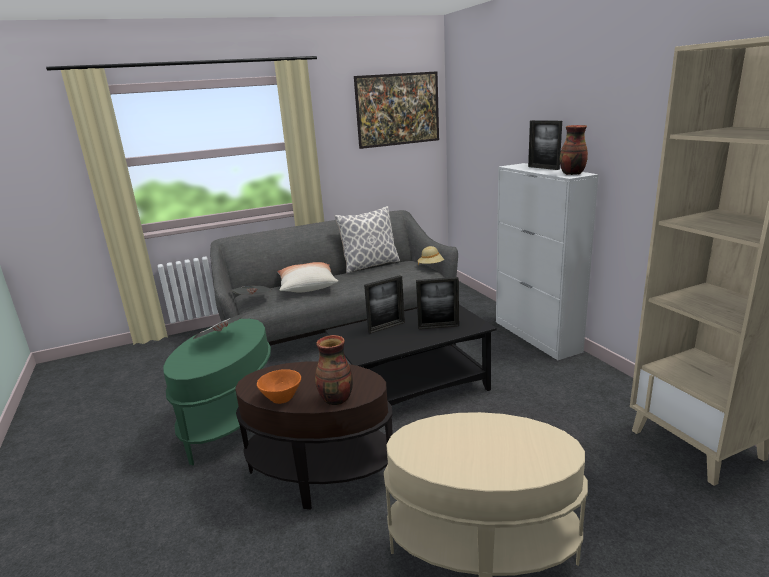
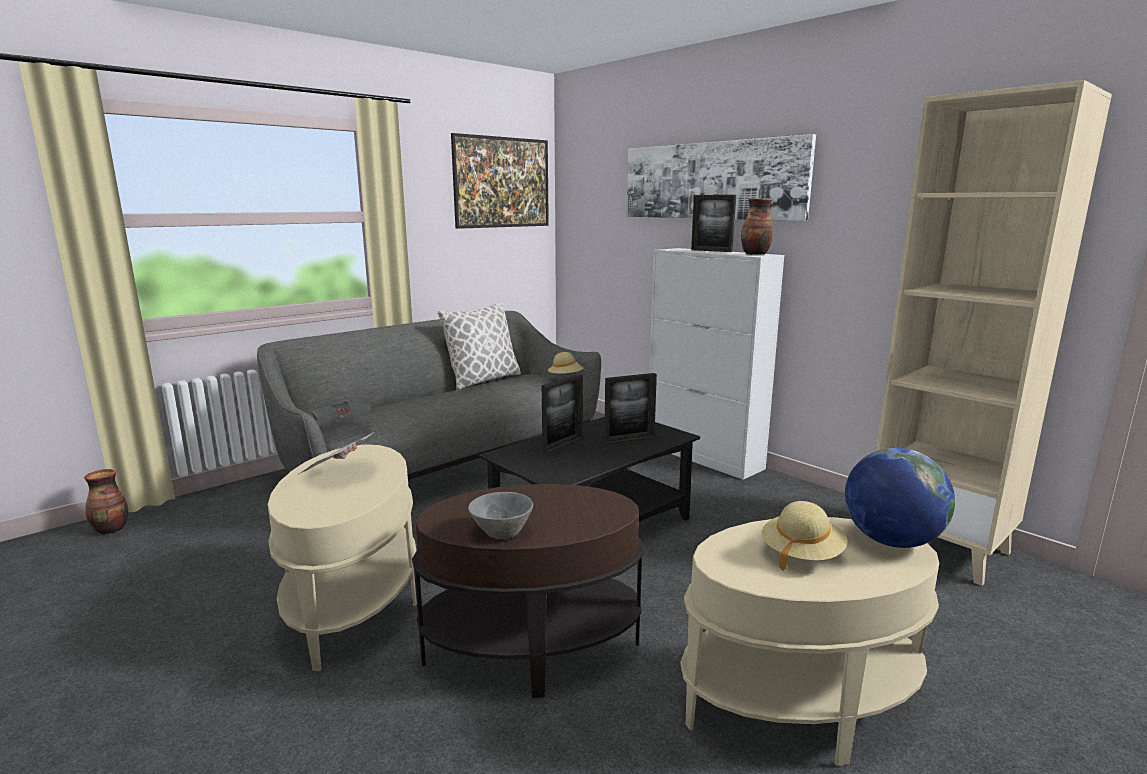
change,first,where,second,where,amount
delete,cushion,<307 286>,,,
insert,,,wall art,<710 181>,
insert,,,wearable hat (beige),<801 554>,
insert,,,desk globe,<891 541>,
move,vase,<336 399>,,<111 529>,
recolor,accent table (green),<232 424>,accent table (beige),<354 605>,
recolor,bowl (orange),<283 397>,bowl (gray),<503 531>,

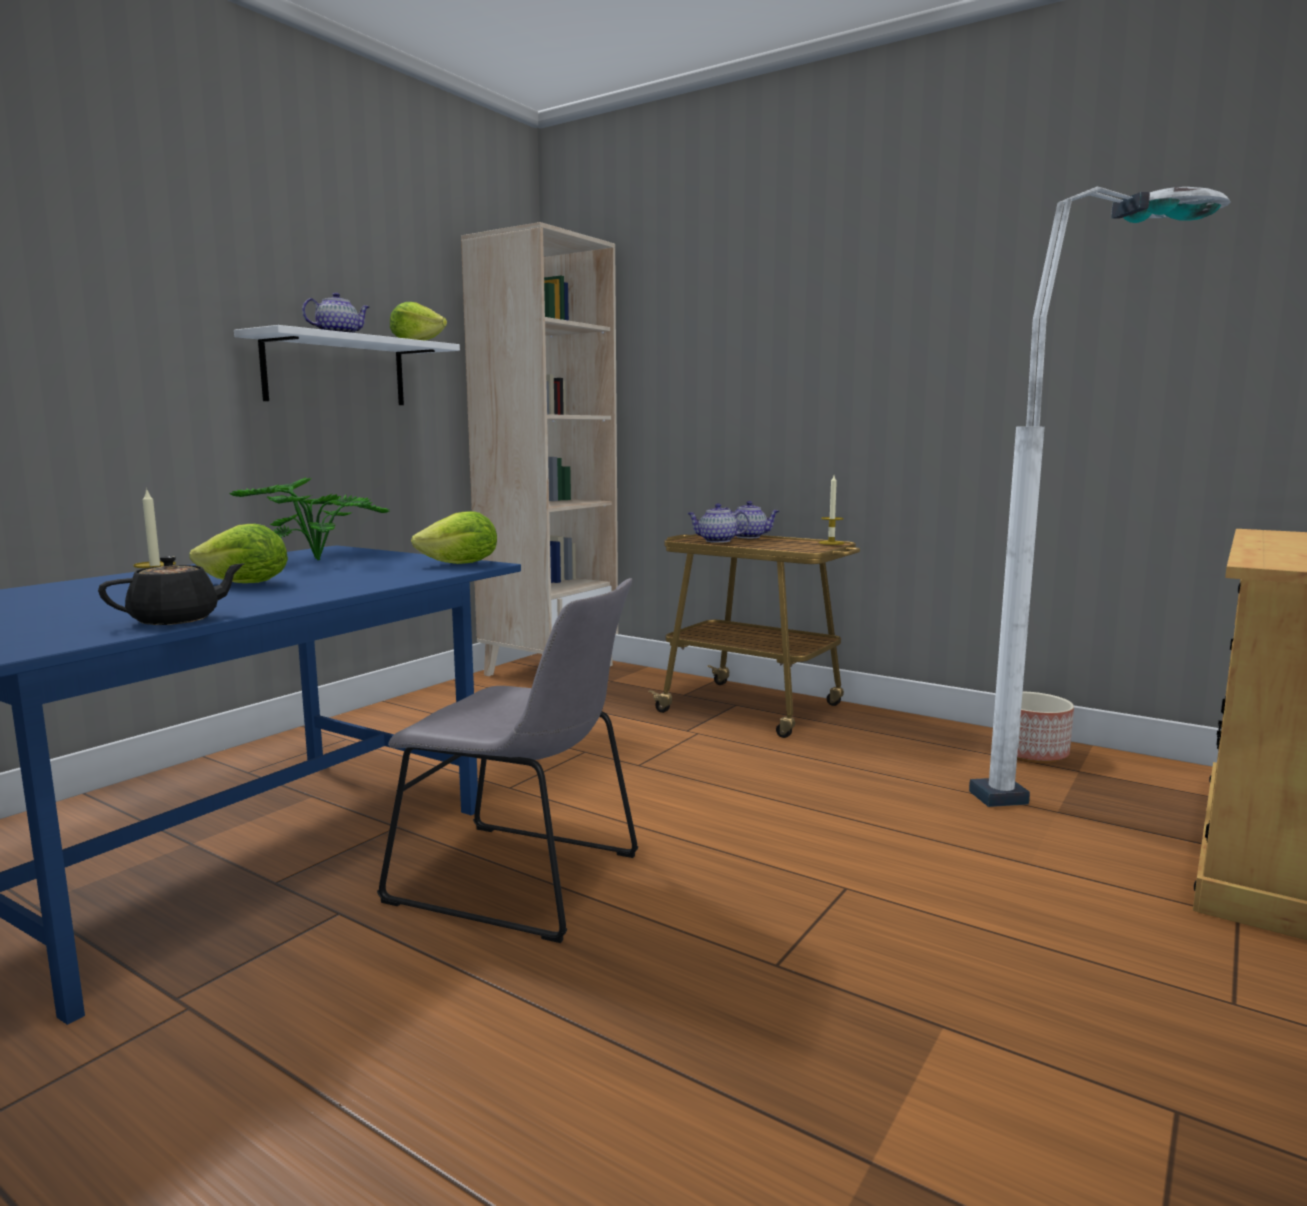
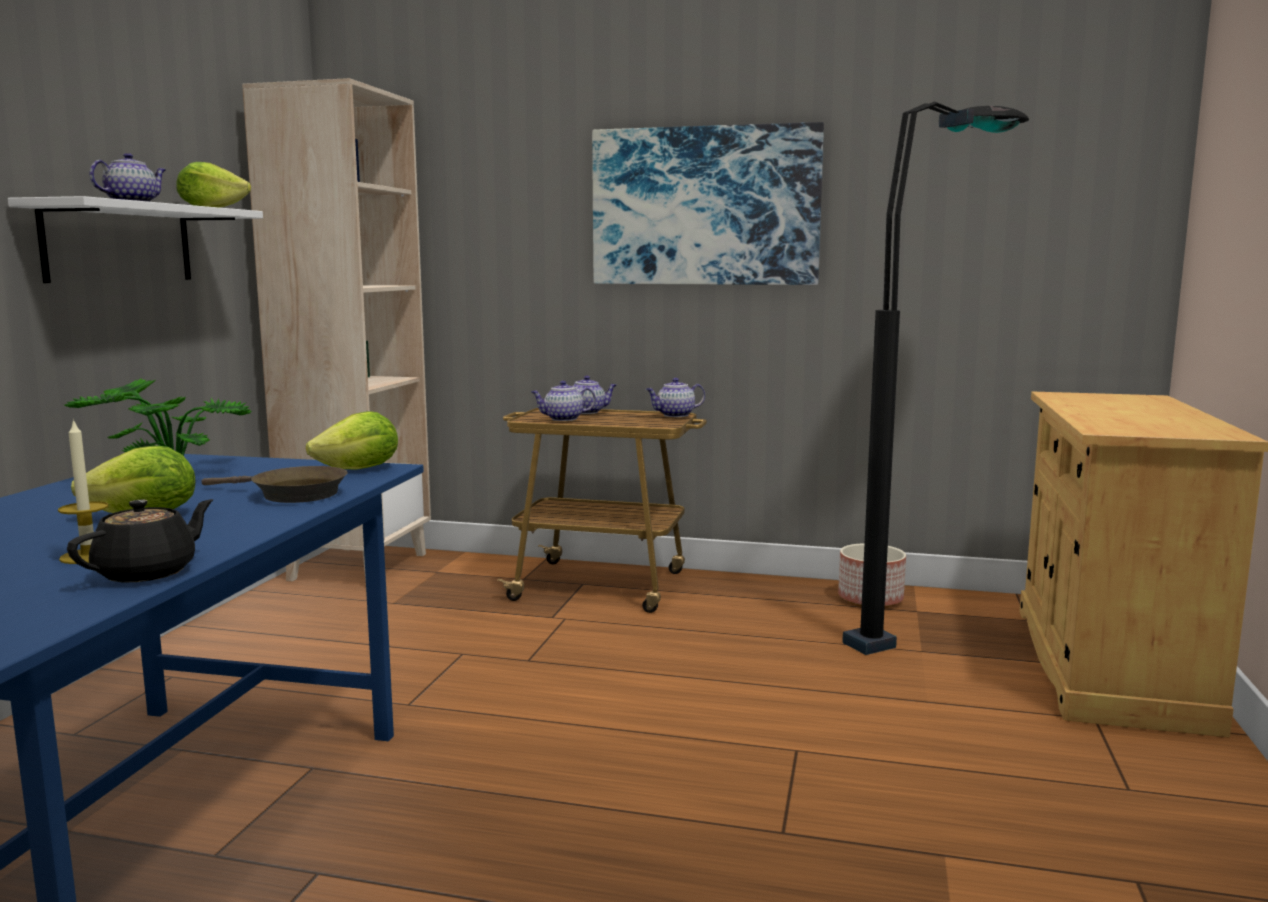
change,first,where,second,where,amount
delete,chair (gray),<525 880>,,,
insert,,,frying pan (brown),<292 494>,
insert,,,wall art,<705 206>,
replace,wax candle,<831 543>,tea pot,<675 415>,
recolor,standard lamp (white-coloured),<1079 793>,standard lamp (black),<928 631>,

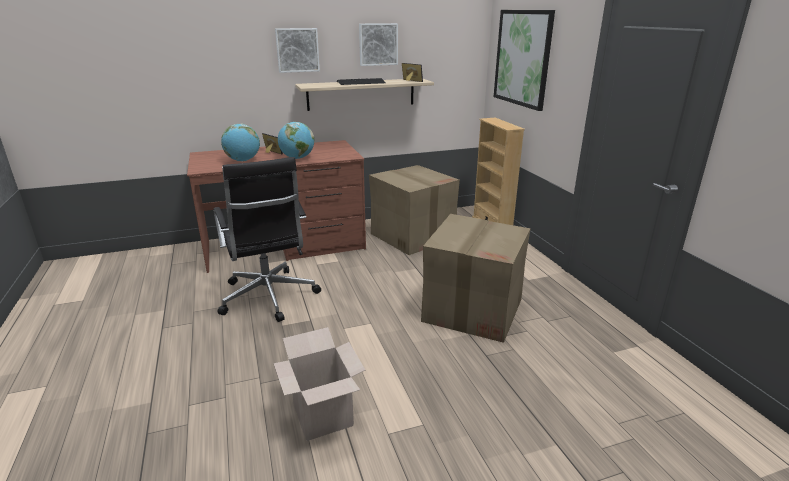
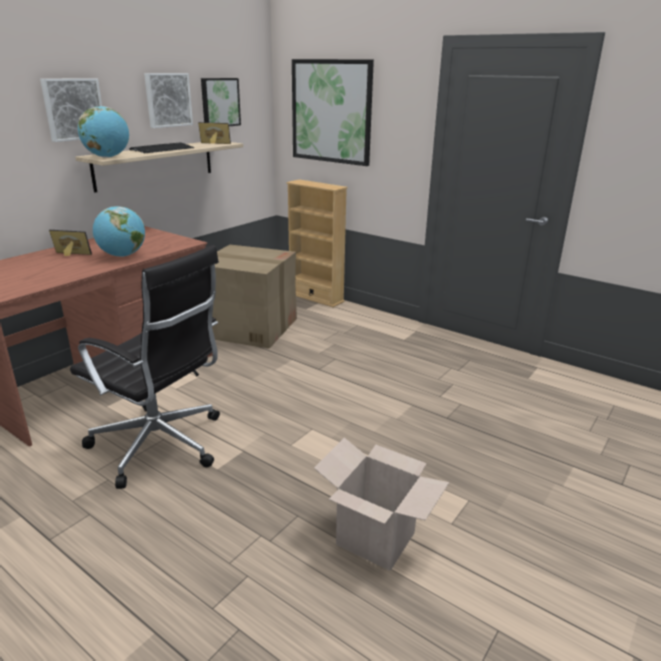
change,first,where,second,where,amount
delete,carton,<473 309>,,,
insert,,,wall art,<219 102>,
move,desk globe,<243 160>,,<108 157>,

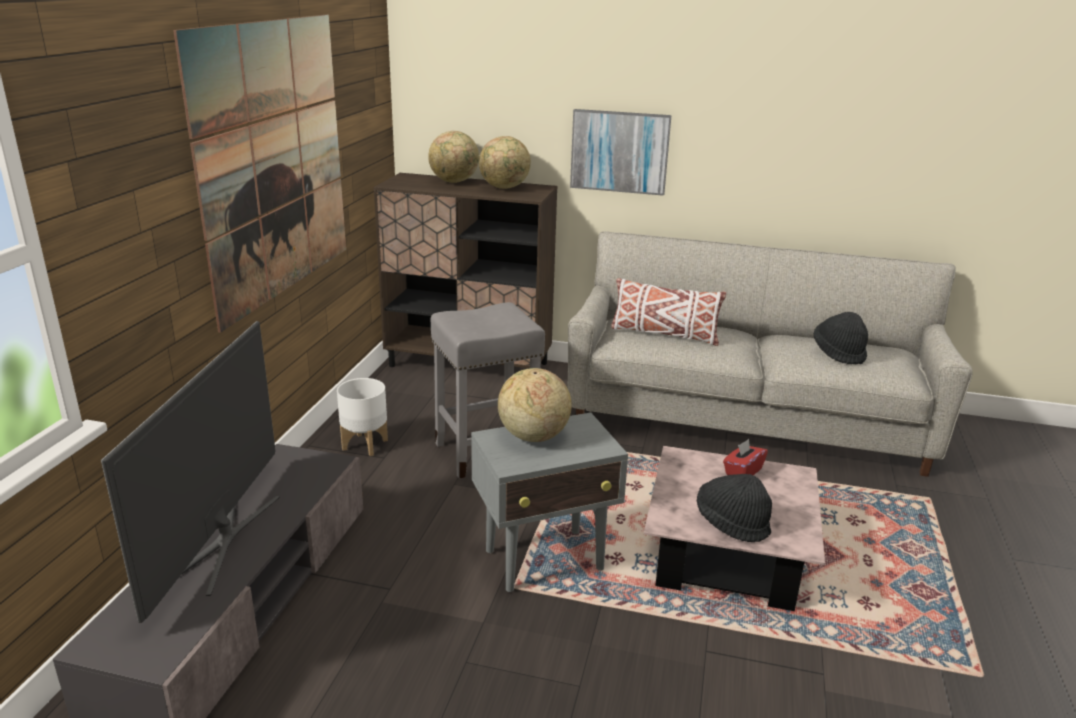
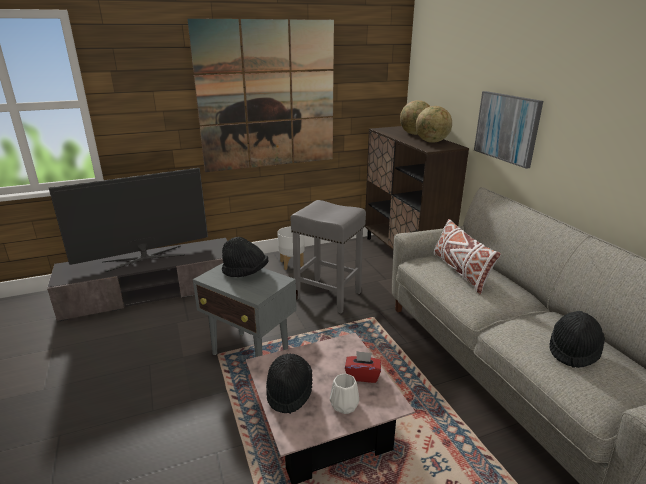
change,first,where,second,where,amount
insert,,,vase (white-coloured),<345 405>,
replace,desk globe,<533 436>,wearable hat (black),<245 273>,

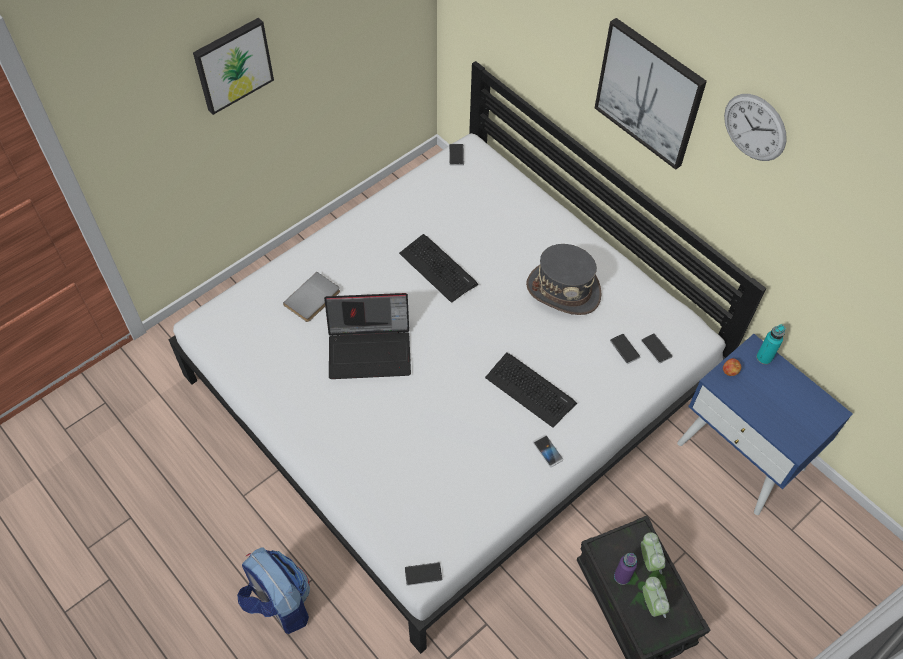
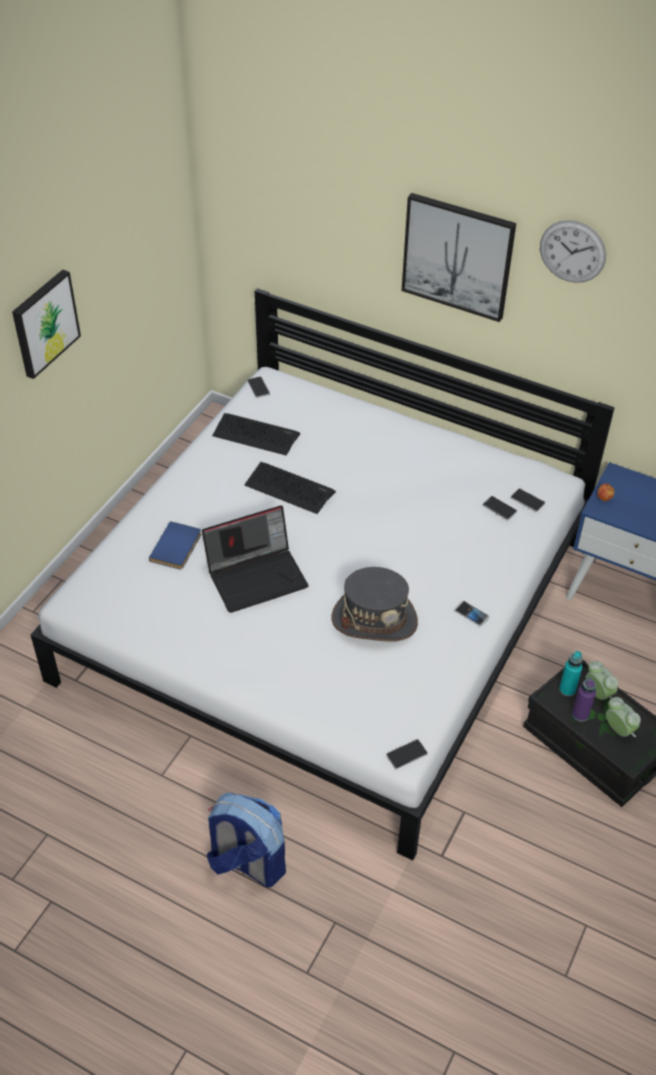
change,first,where,second,where,amount
move,PC keyboard,<530 390>,,<255 435>,
move,wearable hat (gray),<563 290>,,<374 620>,
move,beverage bottle (blue-green),<764 358>,,<567 689>,
recolor,bound book (gray),<313 299>,bound book (blue-coloured),<177 547>,

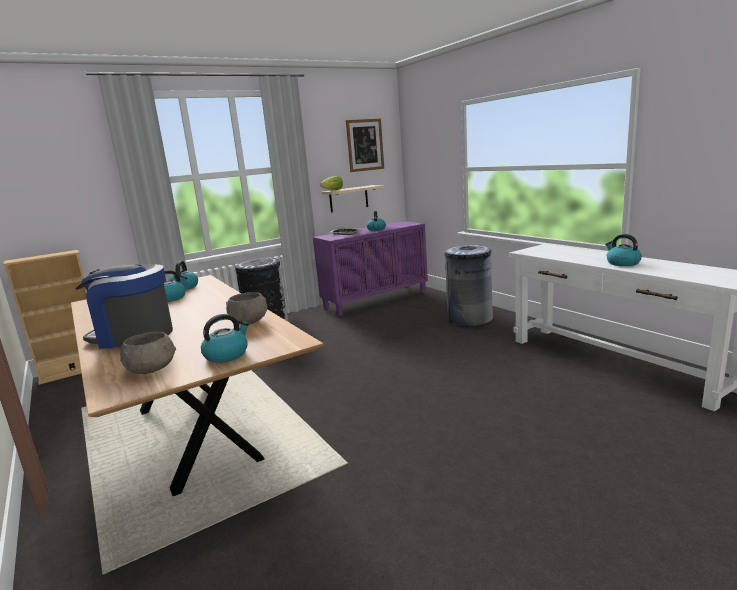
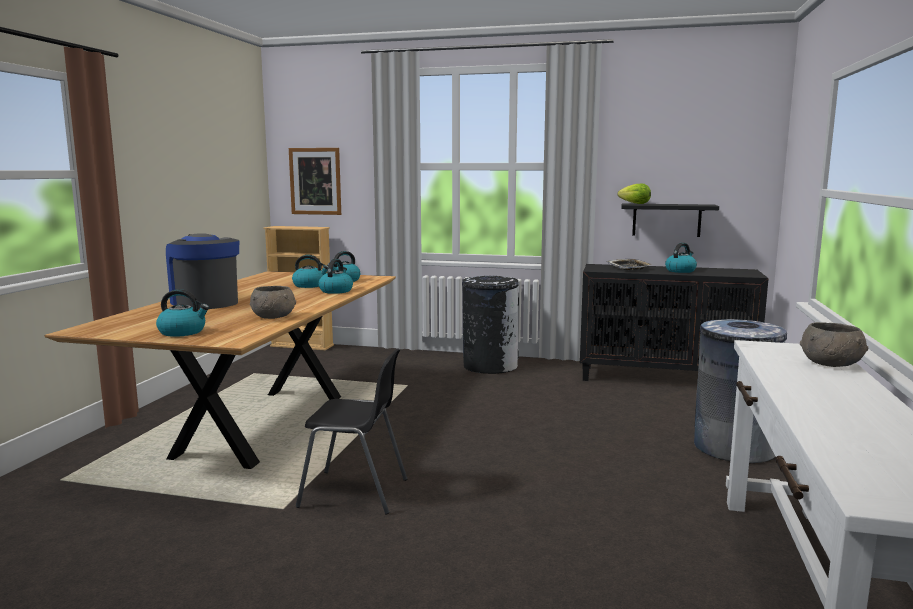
change,first,where,second,where,amount
insert,,,chair (black),<355 493>,
move,bowl (gray),<152 369>,,<831 364>,
move,wall art,<365 145>,,<315 181>,
move,kettle,<622 263>,,<336 291>,
recolor,cabinet (purple),<376 300>,cabinet (black),<665 379>,
recolor,shelf (beige),<348 198>,shelf (black),<666 220>,

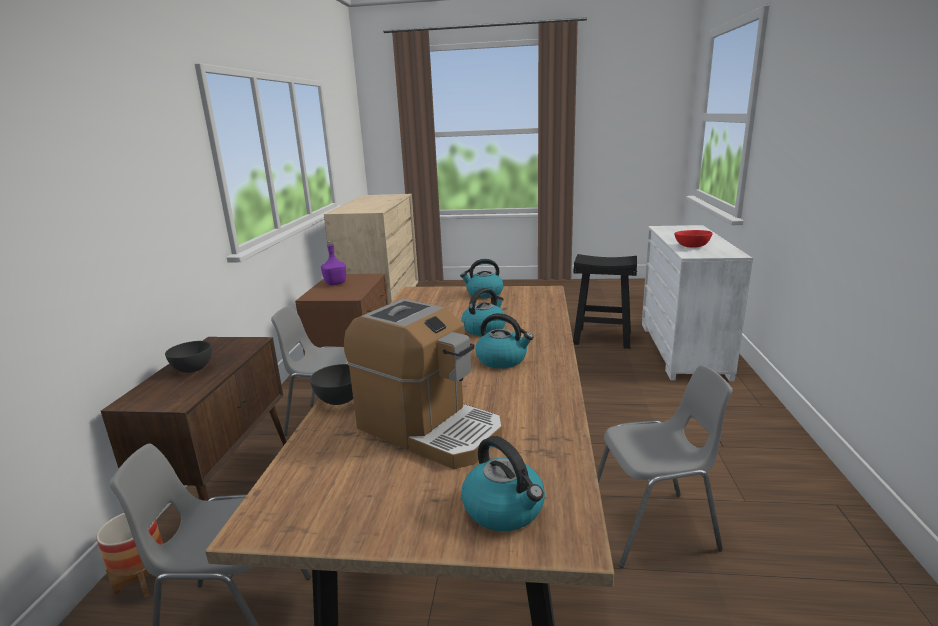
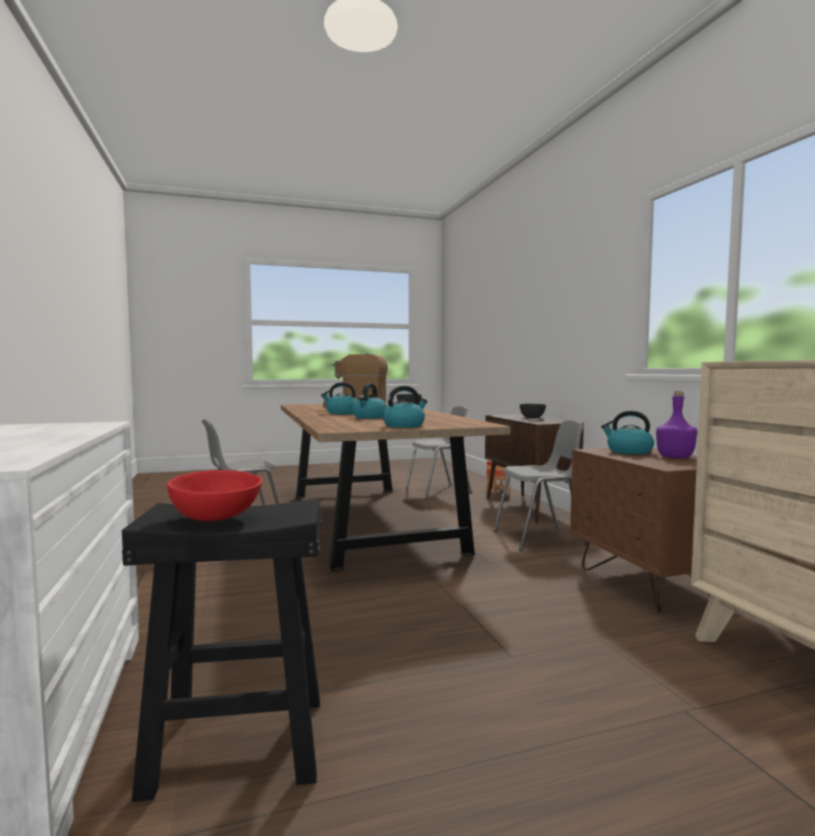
change,first,where,second,where,amount
move,kettle,<505 509>,,<628 451>,
move,bowl (red),<692 246>,,<214 516>,

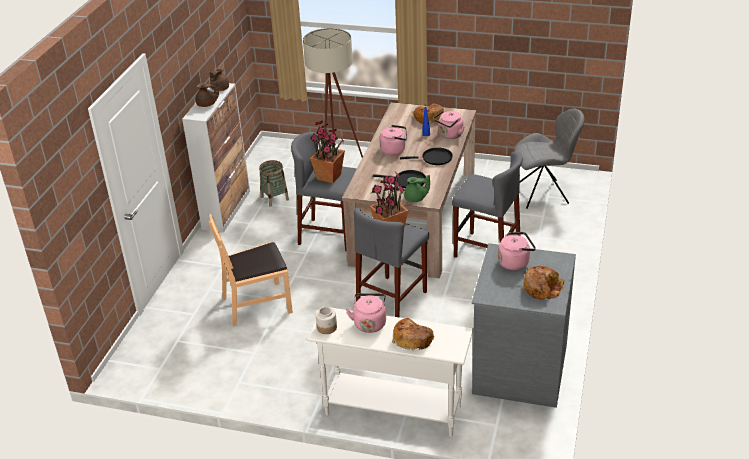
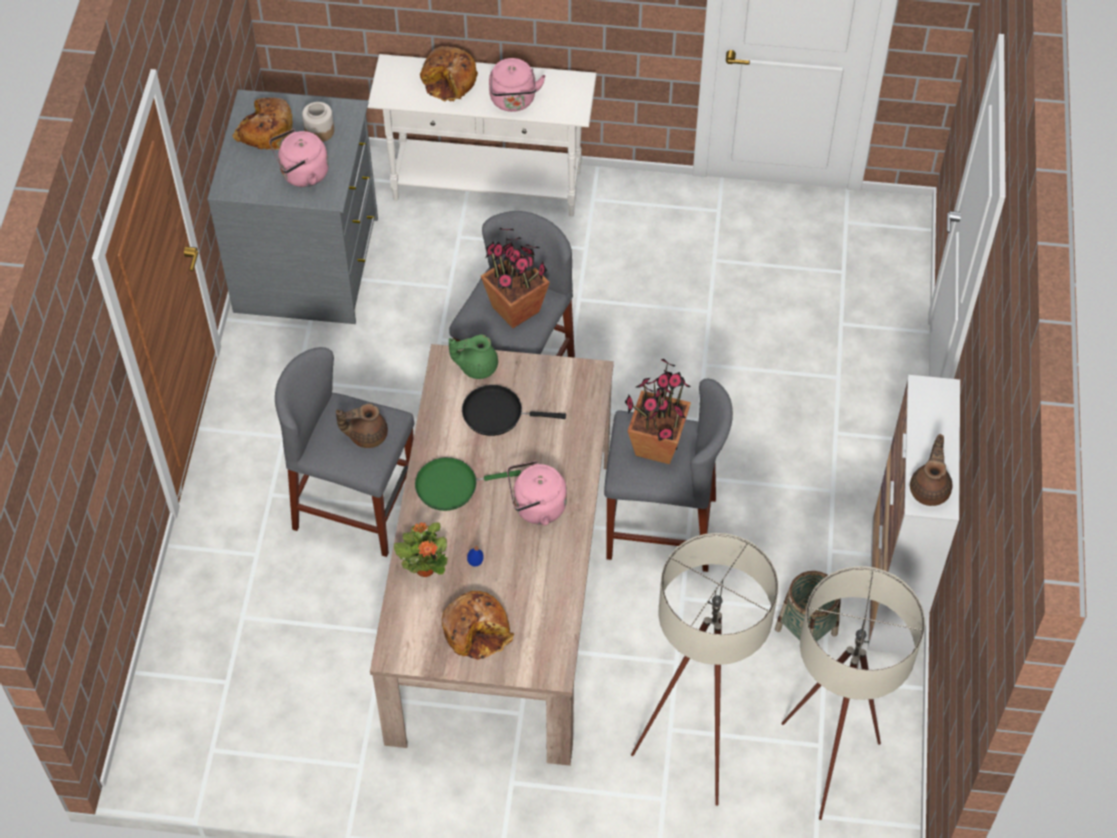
change,first,where,second,where,amount
delete,chair (brown),<257 304>,,,
delete,chair (gray),<544 194>,,,
insert,,,standard lamp (beige),<824 773>,
move,tea pot (brown),<207 104>,,<366 435>,
move,storage jar,<327 327>,,<319 131>,
replace,kettle (pink),<449 135>,houseplant,<425 568>,
recolor,frying pan (black),<434 158>,frying pan (green),<451 486>,

